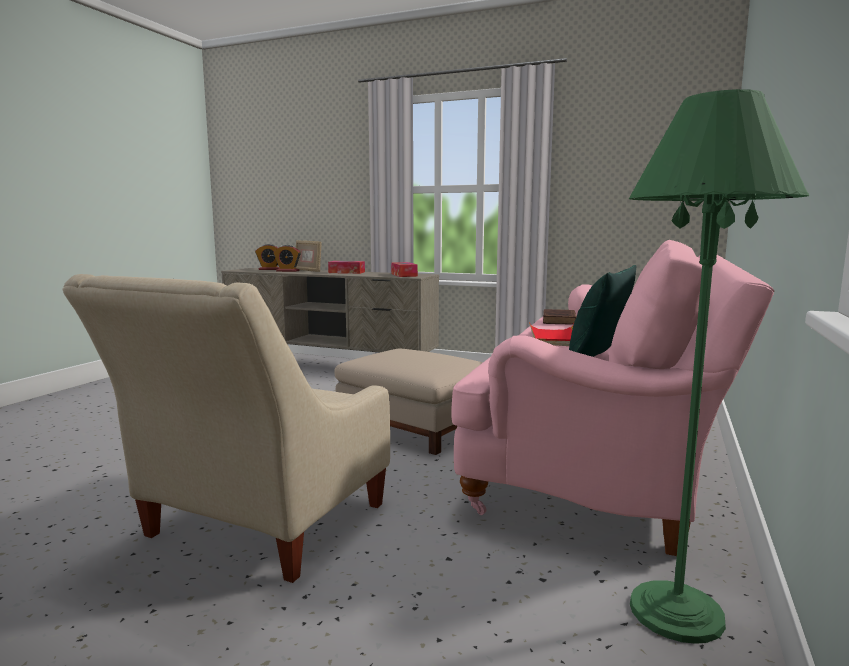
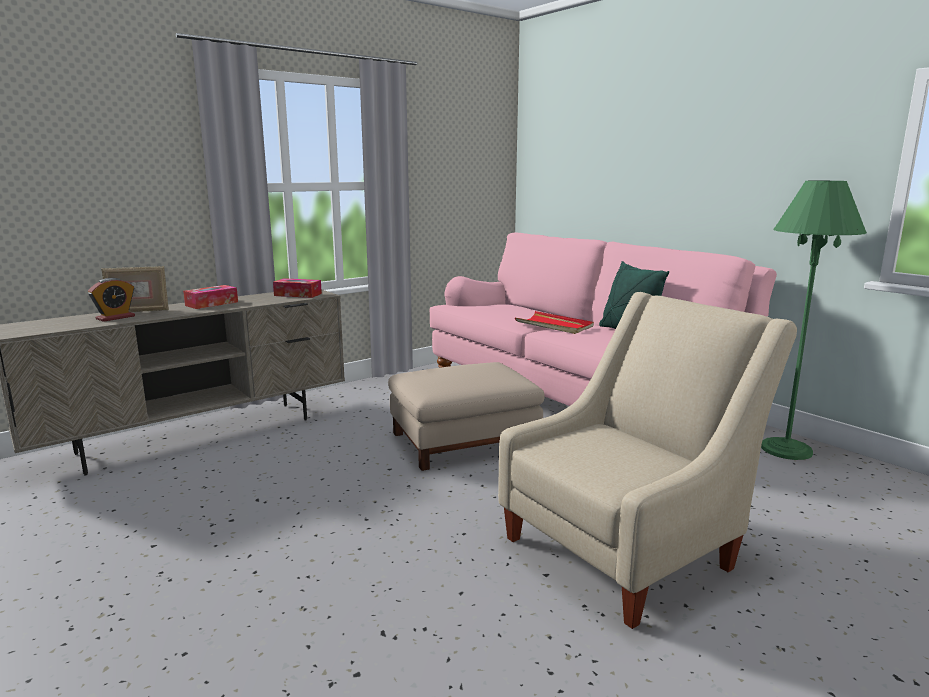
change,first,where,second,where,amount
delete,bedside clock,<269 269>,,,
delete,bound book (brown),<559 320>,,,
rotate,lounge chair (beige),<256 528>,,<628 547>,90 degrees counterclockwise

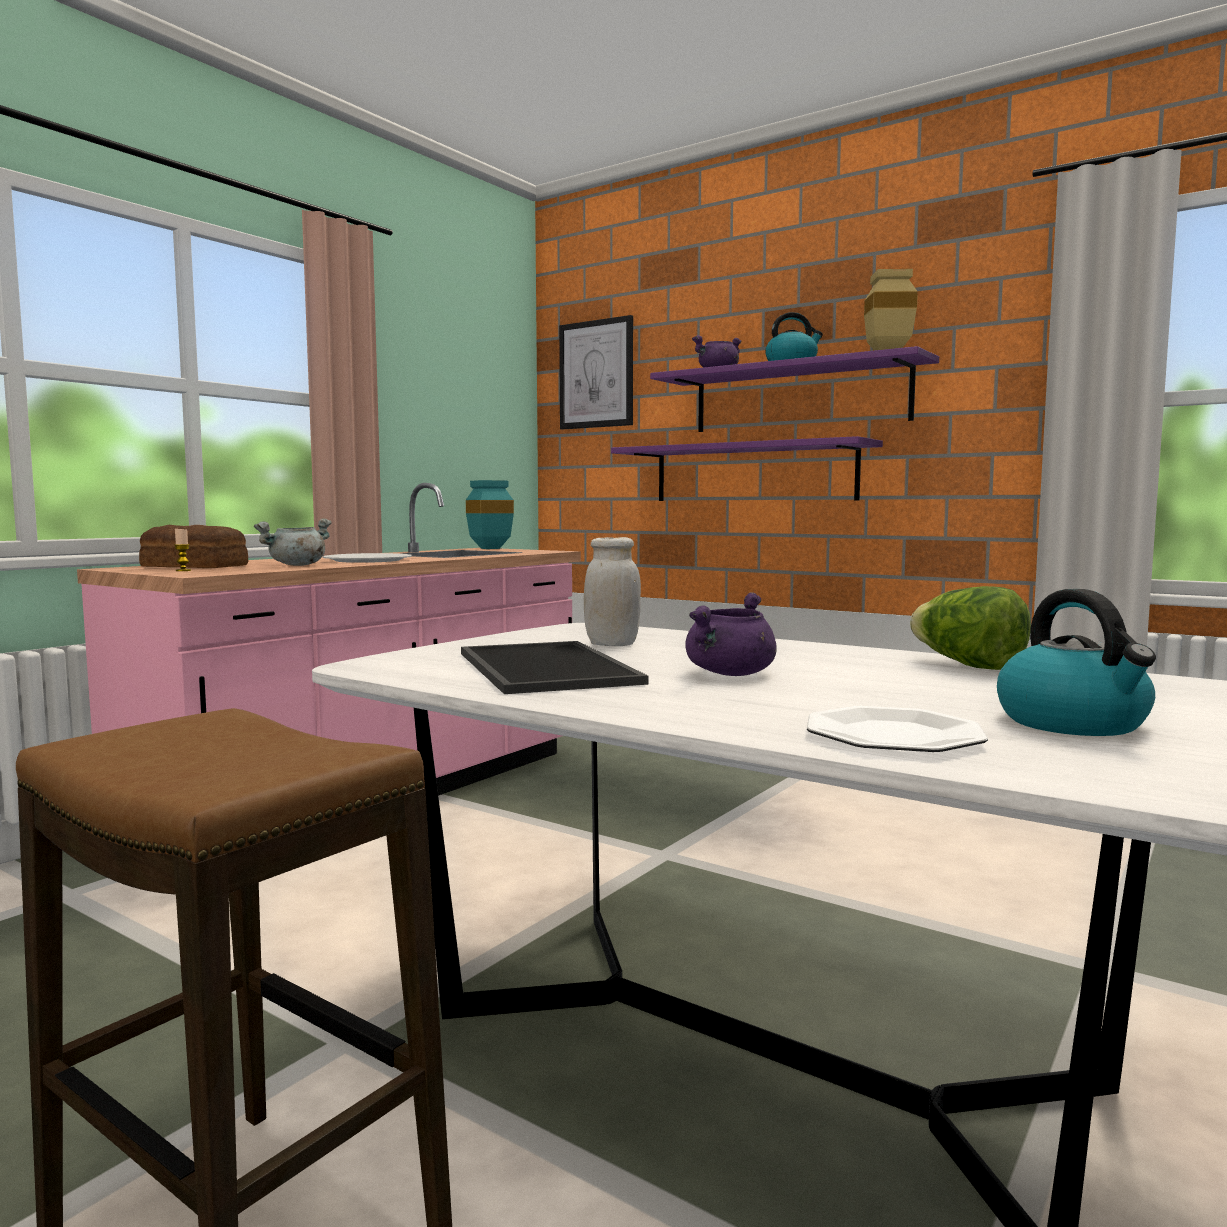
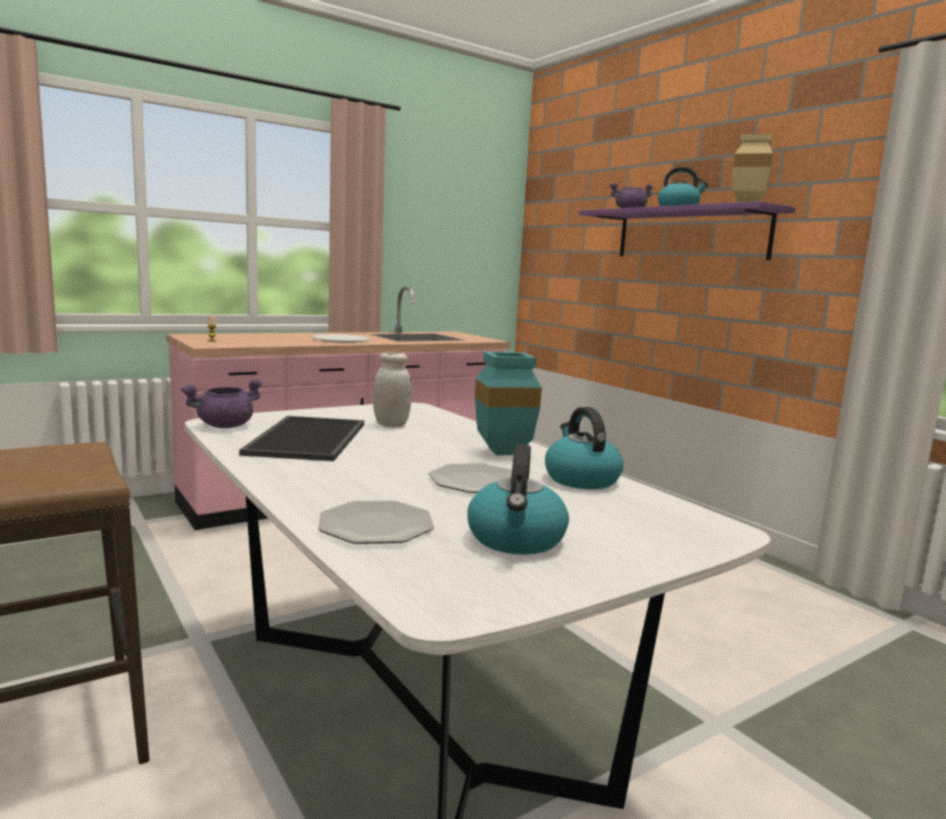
change,first,where,second,where,amount
delete,bakery bread,<194 566>,,,
delete,stockpot (gray),<297 565>,,,
delete,wall art,<596 374>,,,
delete,shelf (purple),<753 473>,,,
insert,,,flat dish,<475 481>,
move,vase (blue-green),<489 548>,,<501 453>,
move,stockpot (purple),<730 674>,,<224 426>,
replace,head of lettuce,<968 665>,kettle,<580 479>,

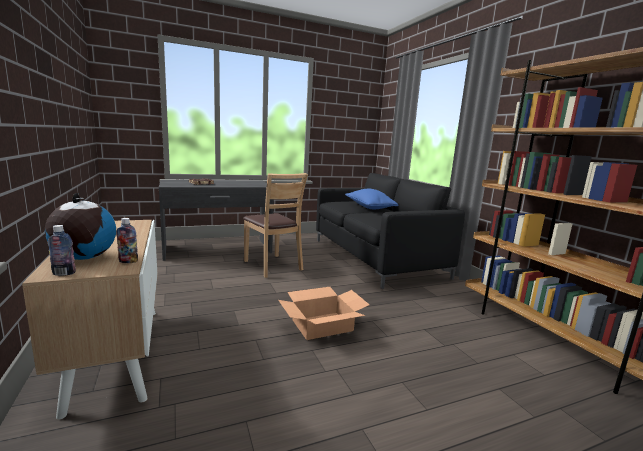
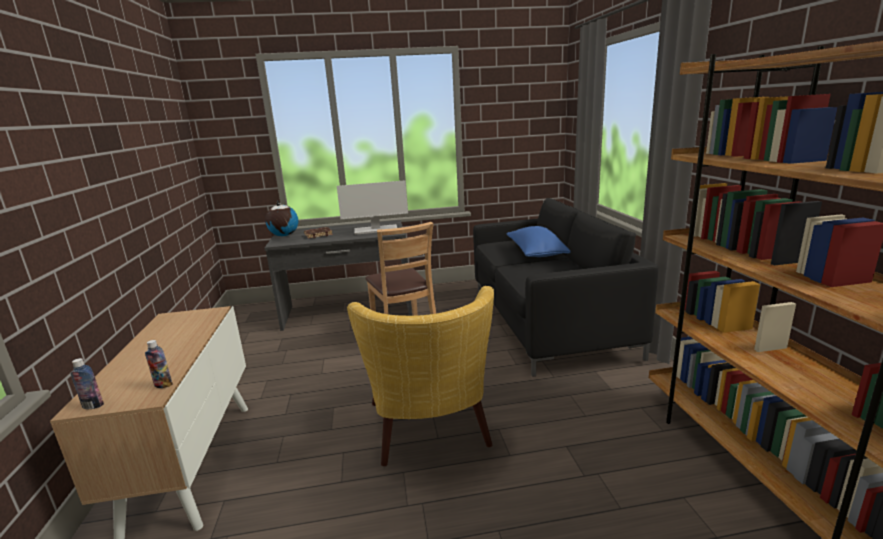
change,first,where,second,where,amount
insert,,,computer screen,<375 230>,
move,desk globe,<84 258>,,<284 235>,
replace,carton,<322 325>,lounge chair (yellow),<430 434>,

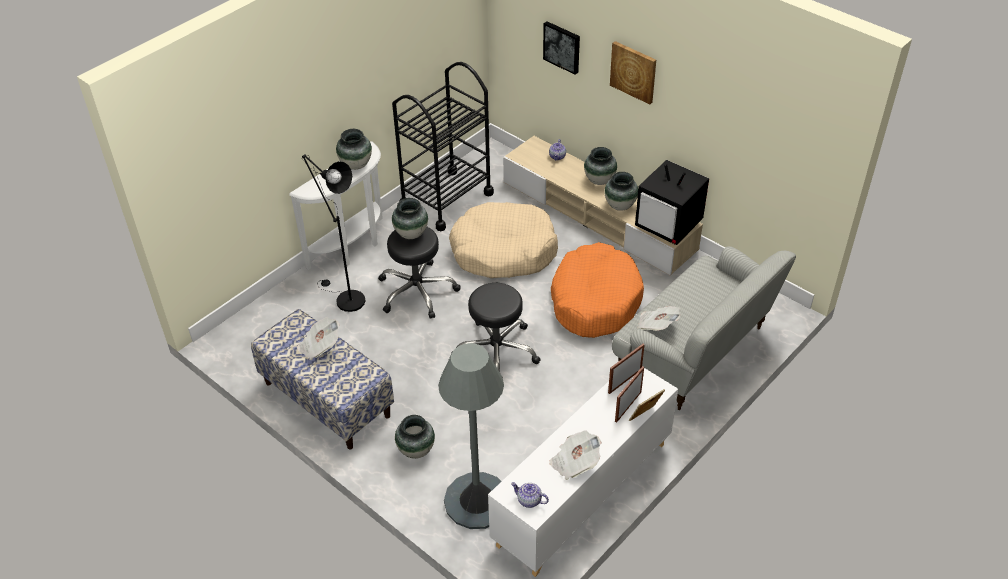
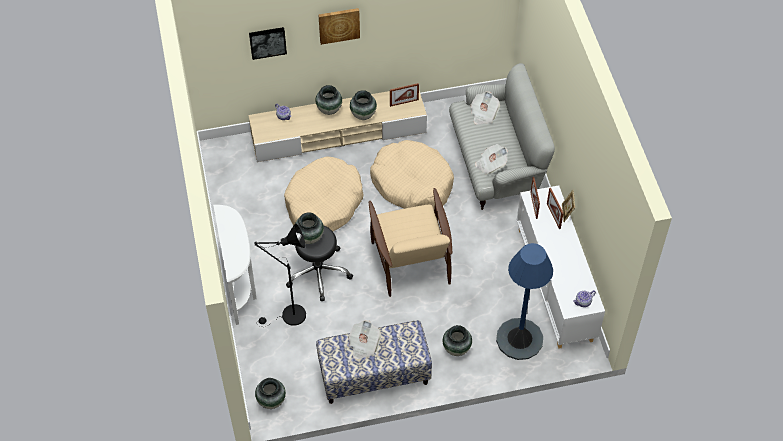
change,first,where,second,where,amount
delete,cart (black),<446 199>,,,
move,vase,<356 164>,,<271 400>,
move,daily paper,<574 463>,,<483 114>,
replace,stool (black),<497 351>,lounge chair (beige),<410 260>,
replace,TV,<669 225>,picture frame,<404 102>,
recolor,standard lamp (gray),<477 501>,standard lamp (blue-coloured),<519 339>,
recolor,pet bed (orange),<595 300>,pet bed (beige),<412 183>,

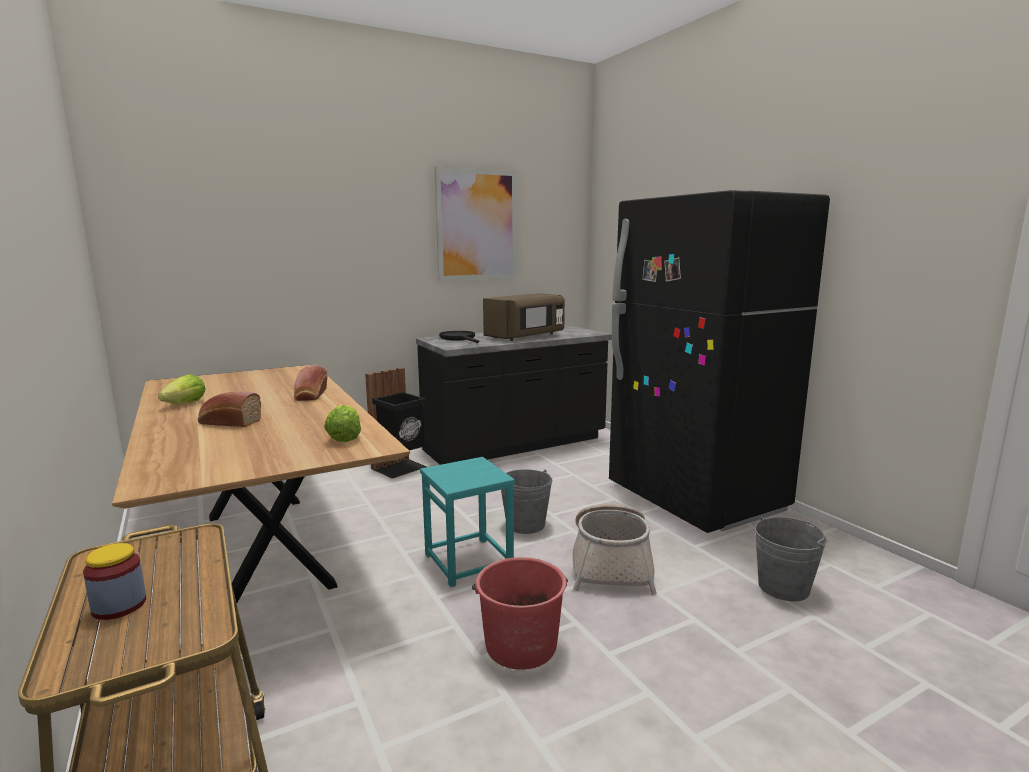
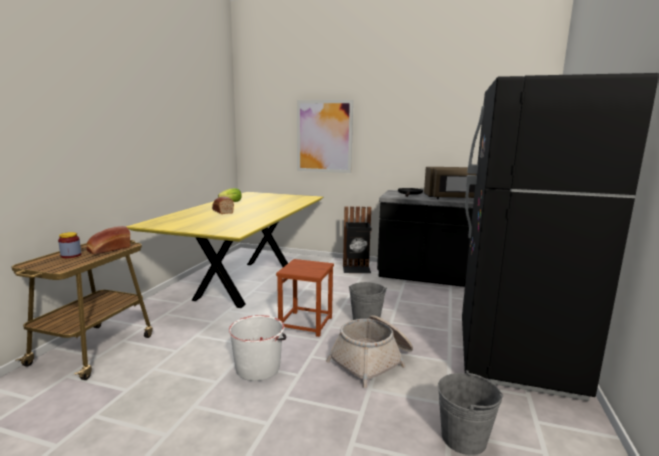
change,first,where,second,where,amount
delete,head of lettuce,<344 438>,,,
move,bakery bread,<311 395>,,<108 249>,
move,wall art,<476 225>,,<324 136>,
recolor,kitchen table (brown),<266 546>,kitchen table (yellow),<247 282>,
recolor,stool (blue-green),<469 561>,stool (brown),<306 323>,
recolor,water bucket (red),<520 645>,water bucket (white-coloured),<258 368>,

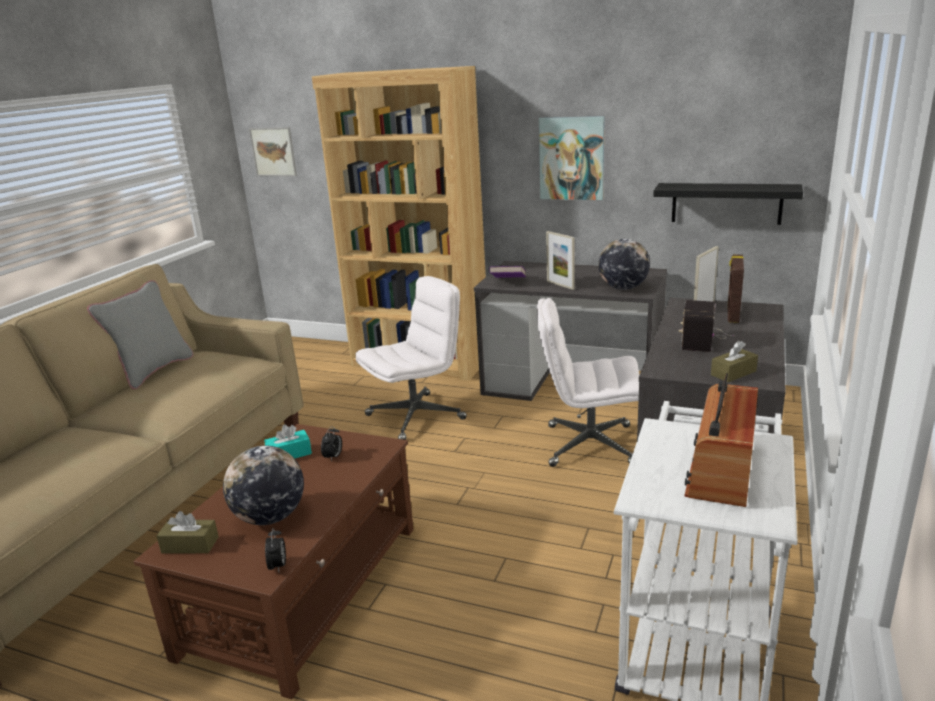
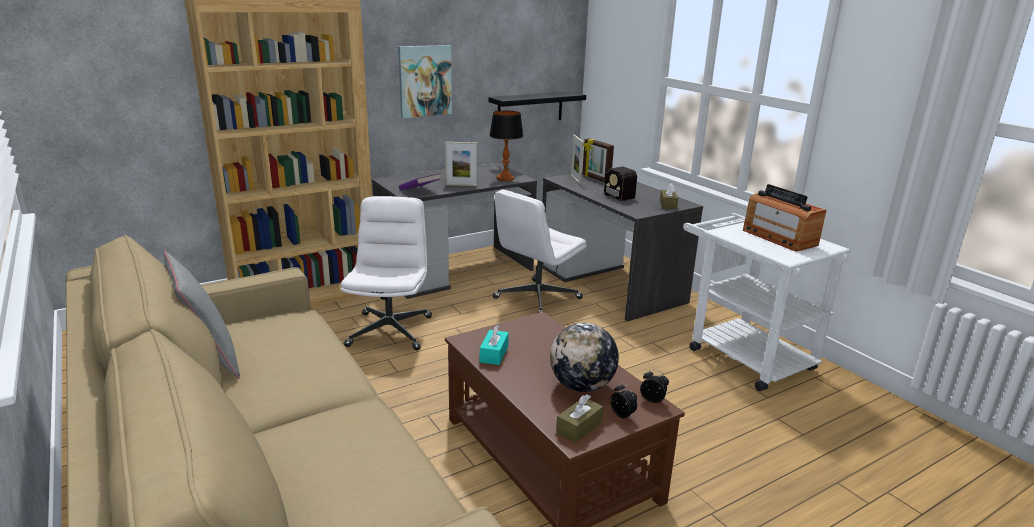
change,first,where,second,where,amount
delete,wall art,<273 152>,,,
move,bedside clock,<333 457>,,<623 415>,
replace,desk globe,<623 288>,tabletop lamp,<505 178>,

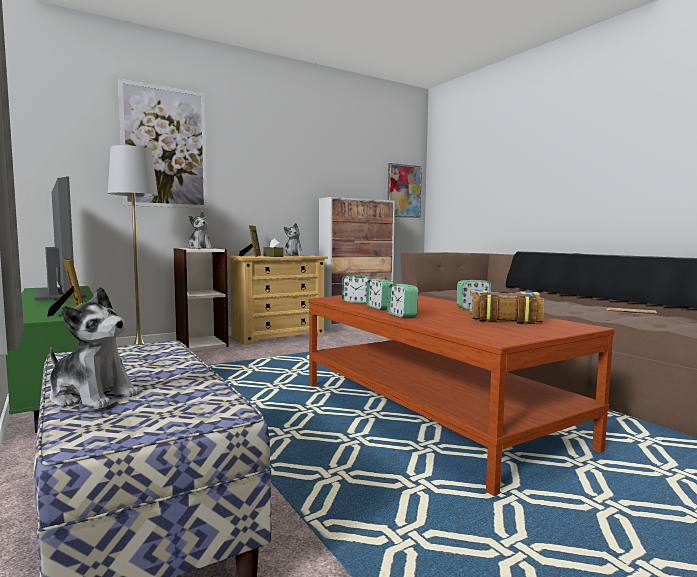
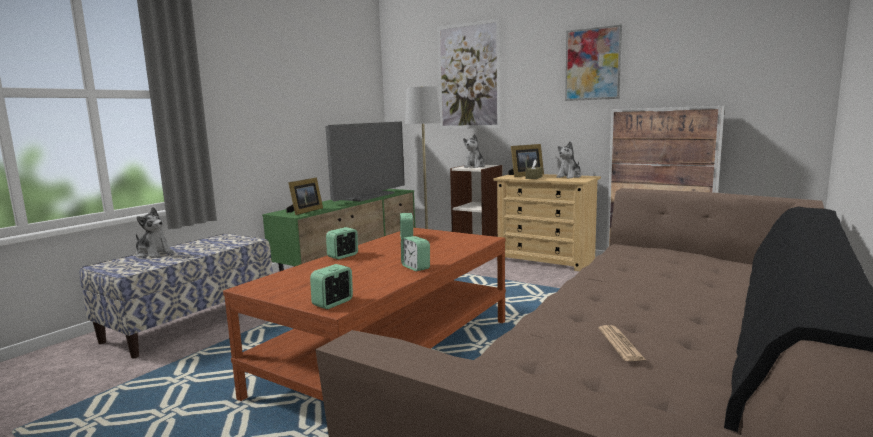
change,first,where,second,where,amount
delete,bound book,<503 318>,,,
move,bedside clock,<379 307>,,<333 303>,
move,wall art,<404 191>,,<593 64>,
rotate,cuddly toy,<92 396>,,<154 254>,60 degrees counterclockwise

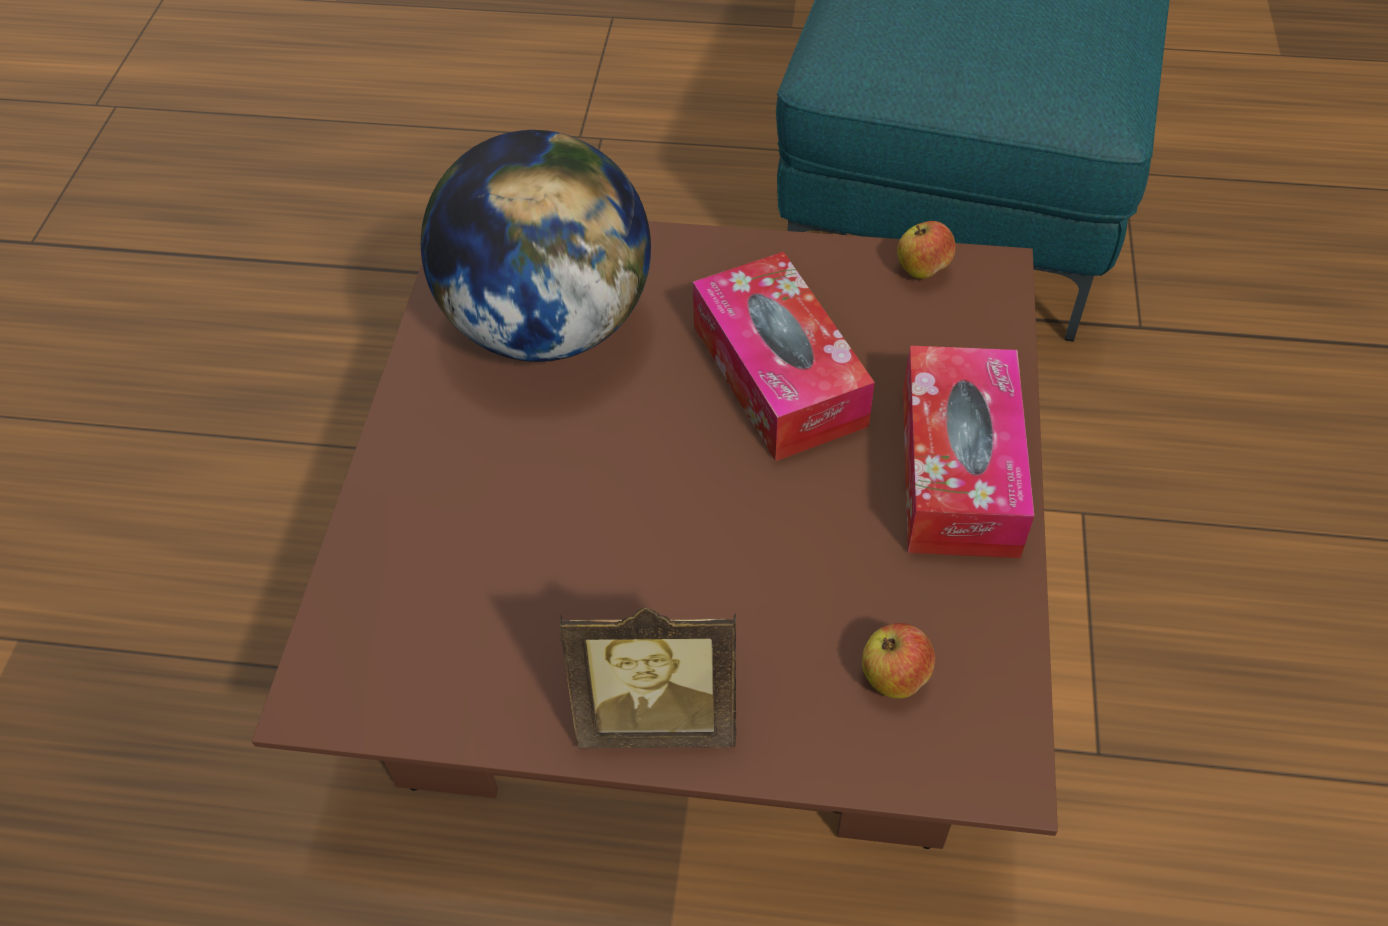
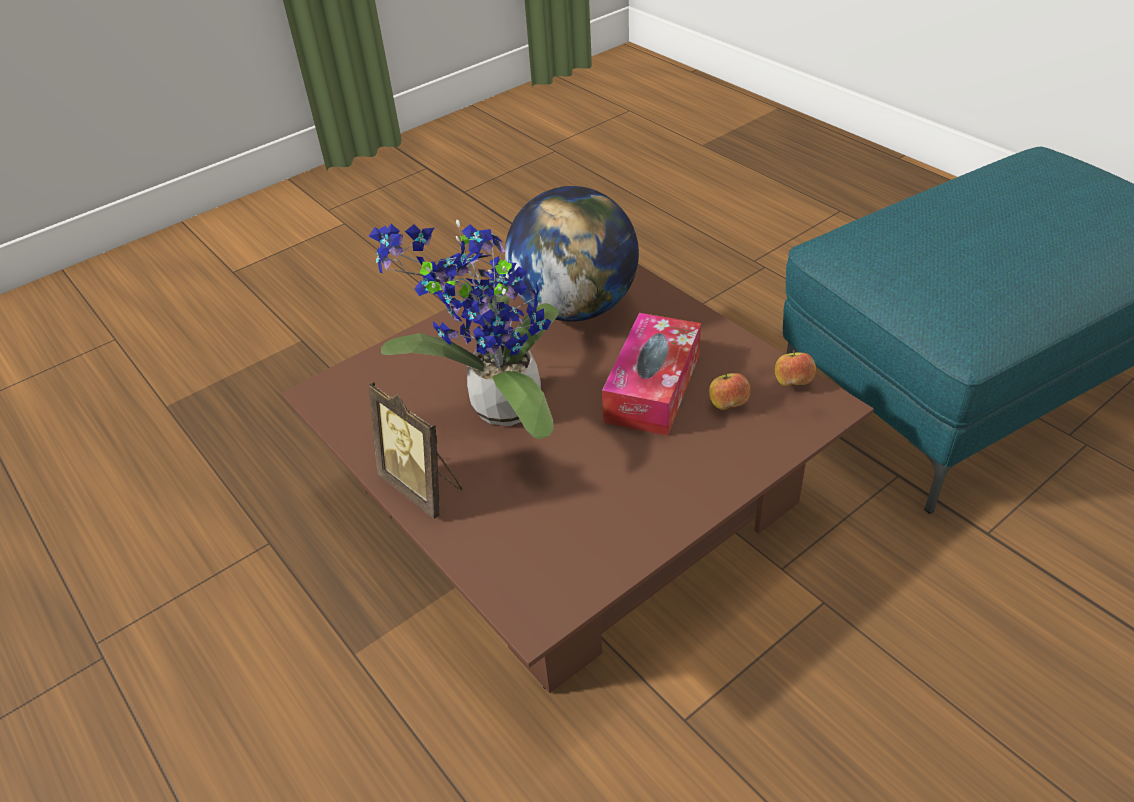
change,first,where,second,where,amount
delete,box of tissues,<958 470>,,,
insert,,,houseplant,<497 409>,
move,whole apple,<894 677>,,<728 405>,

